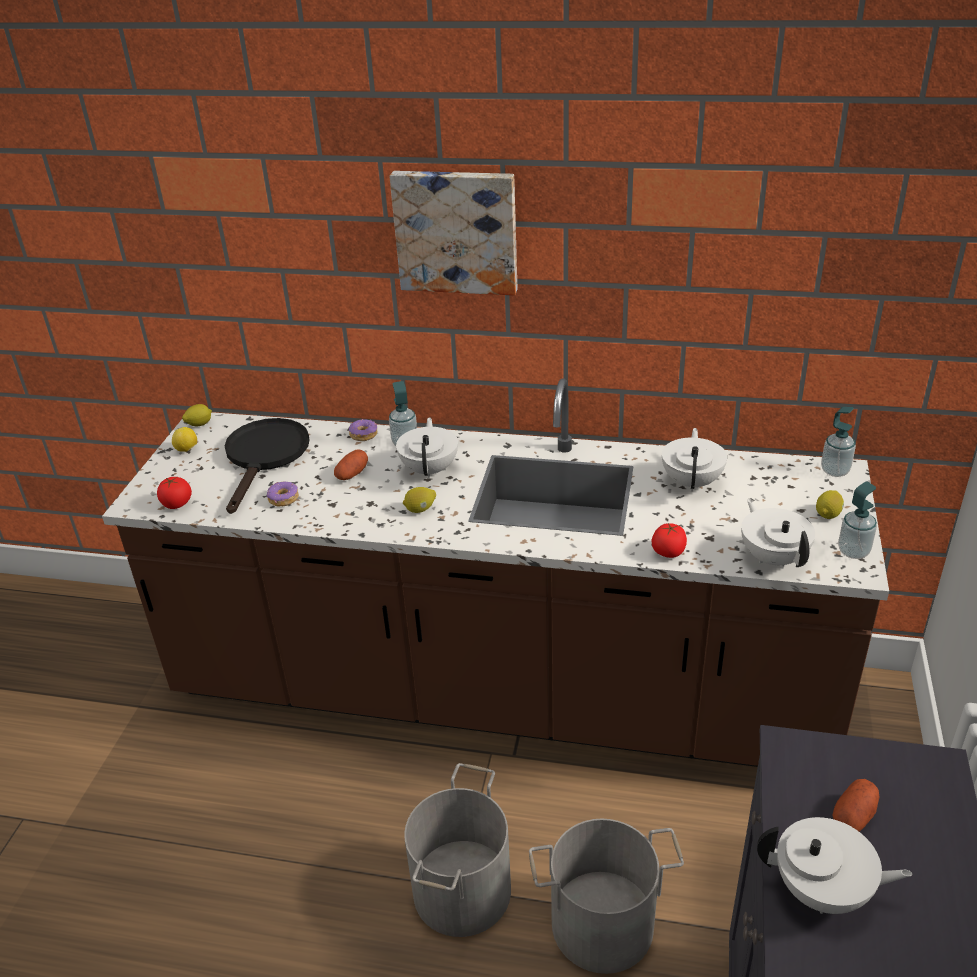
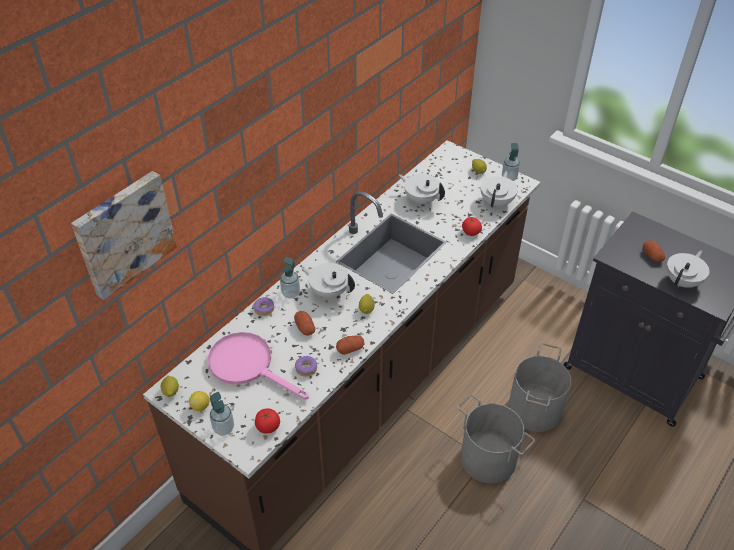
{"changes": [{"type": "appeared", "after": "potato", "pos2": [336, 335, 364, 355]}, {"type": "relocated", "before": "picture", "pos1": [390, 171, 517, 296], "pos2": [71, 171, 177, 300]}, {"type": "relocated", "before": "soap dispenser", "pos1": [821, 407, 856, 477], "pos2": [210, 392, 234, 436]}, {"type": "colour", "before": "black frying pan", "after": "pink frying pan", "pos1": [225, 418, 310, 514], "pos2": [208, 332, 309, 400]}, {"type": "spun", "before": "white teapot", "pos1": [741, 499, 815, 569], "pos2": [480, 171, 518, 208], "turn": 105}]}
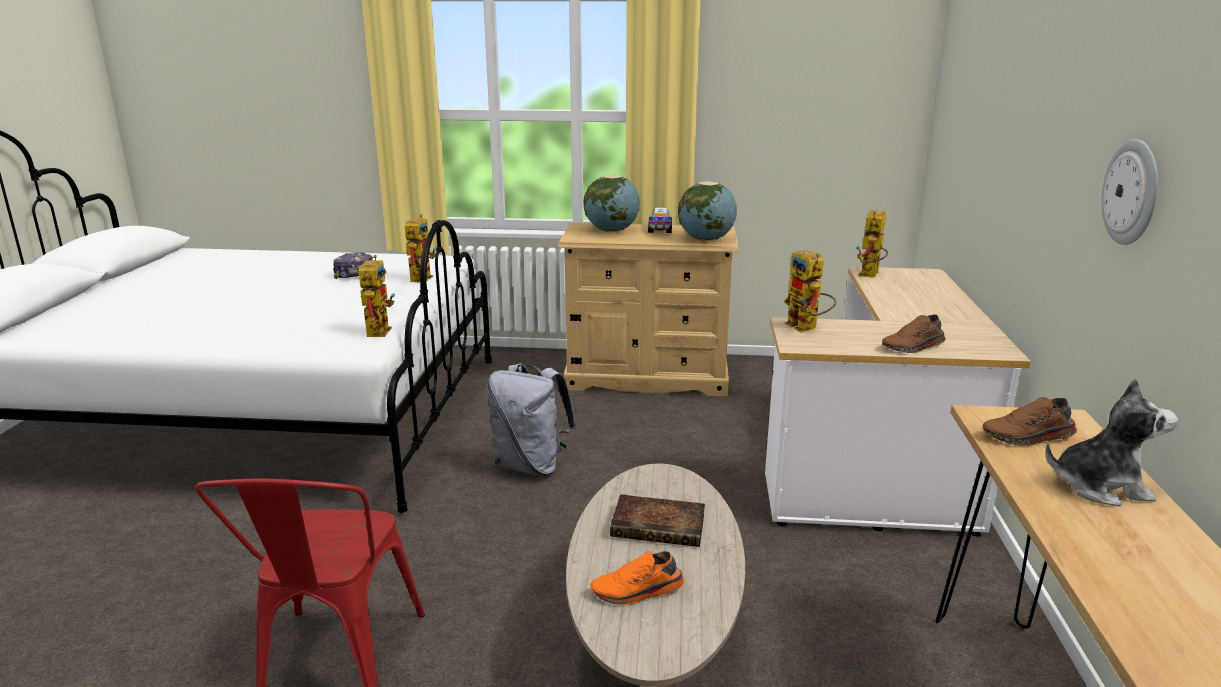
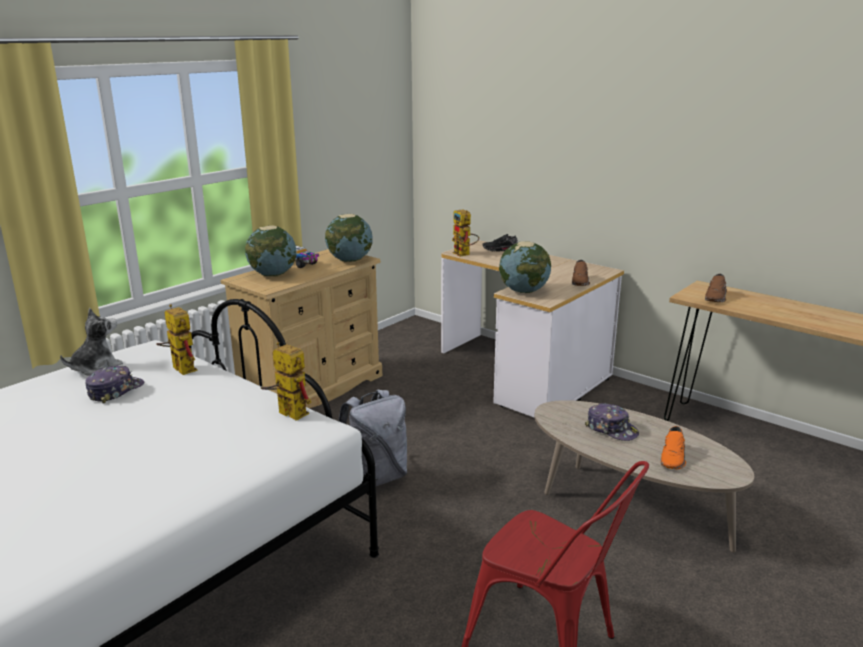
{"changes": [{"type": "missing", "before": "wall clock", "pos1": [1101, 139, 1158, 245]}, {"type": "appeared", "after": "black shoe", "pos2": [482, 234, 518, 251]}, {"type": "relocated", "before": "plush toy", "pos1": [1045, 379, 1178, 506], "pos2": [60, 308, 123, 376]}, {"type": "exchanged", "before": "book", "after": "cap", "pos1": [610, 494, 705, 547], "pos2": [585, 403, 639, 441]}, {"type": "exchanged", "before": "toy robot", "after": "globe", "pos1": [784, 250, 836, 332], "pos2": [499, 241, 551, 293]}]}
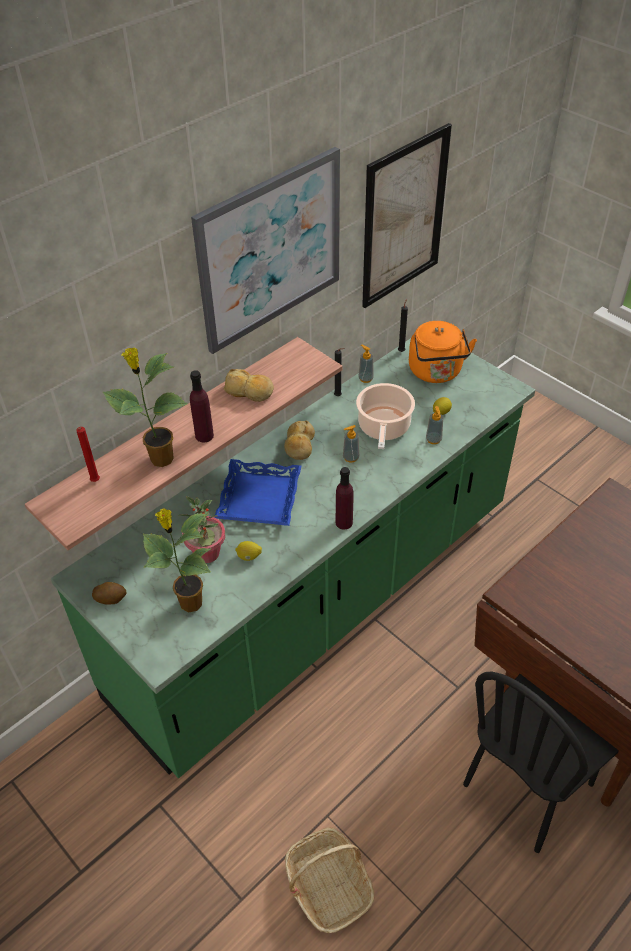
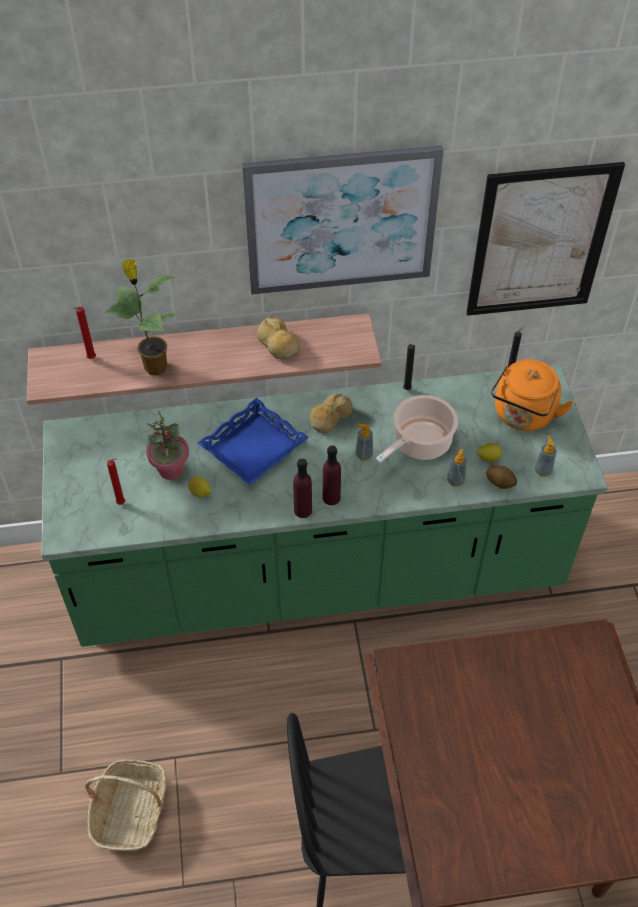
{"changes": [{"type": "relocated", "before": "potato", "pos1": [92, 582, 127, 605], "pos2": [486, 465, 517, 489]}, {"type": "relocated", "before": "purple bottle", "pos1": [190, 370, 214, 442], "pos2": [323, 445, 341, 505]}, {"type": "relocated", "before": "soap dispenser", "pos1": [358, 344, 374, 383], "pos2": [535, 435, 557, 477]}, {"type": "exchanged", "before": "potted plant", "after": "red candle", "pos1": [143, 508, 212, 612], "pos2": [107, 458, 125, 505]}]}
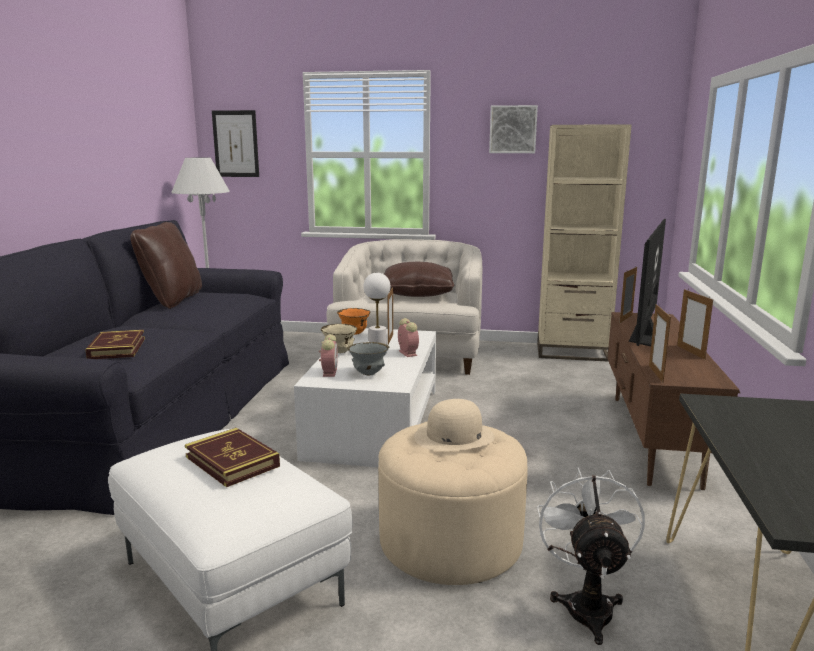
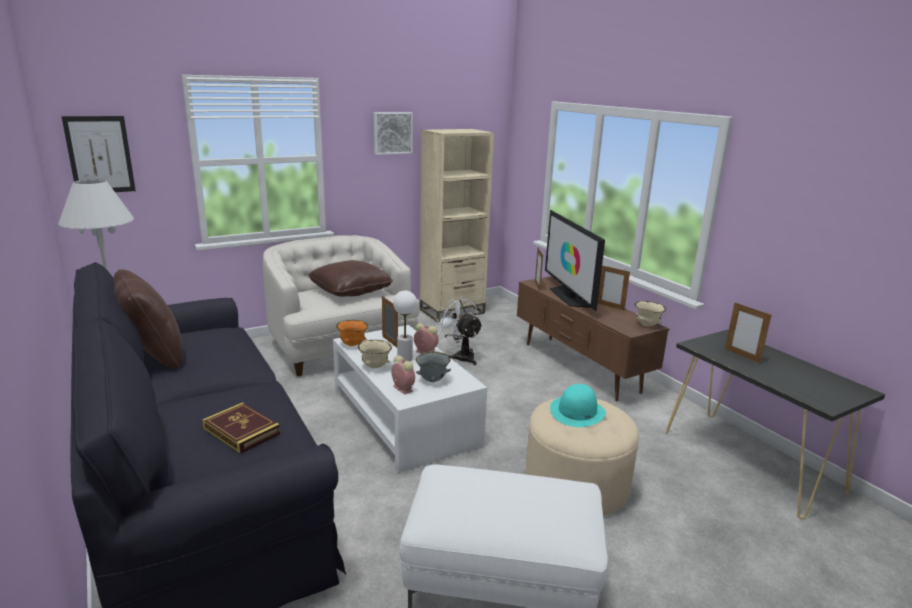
{"changes": [{"type": "missing", "before": "book", "pos1": [185, 428, 280, 487]}, {"type": "appeared", "after": "beige bowl", "pos2": [635, 301, 666, 326]}, {"type": "relocated", "before": "white fan", "pos1": [537, 467, 645, 645], "pos2": [436, 297, 483, 365]}, {"type": "relocated", "before": "picture frame", "pos1": [649, 304, 671, 383], "pos2": [725, 302, 771, 363]}, {"type": "colour", "before": "beige hat", "after": "turquoise hat", "pos1": [415, 399, 495, 451], "pos2": [550, 384, 606, 427]}]}
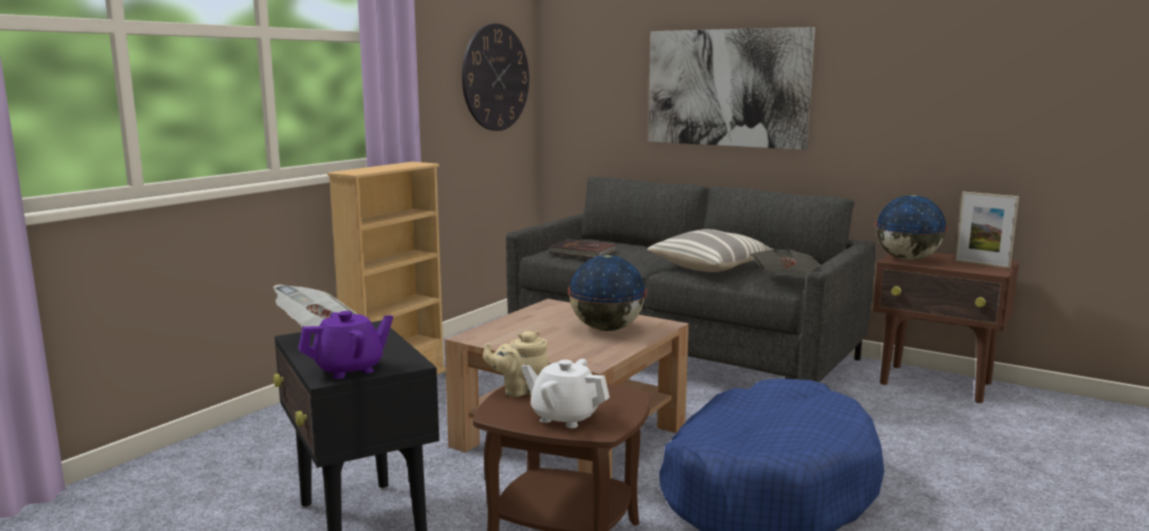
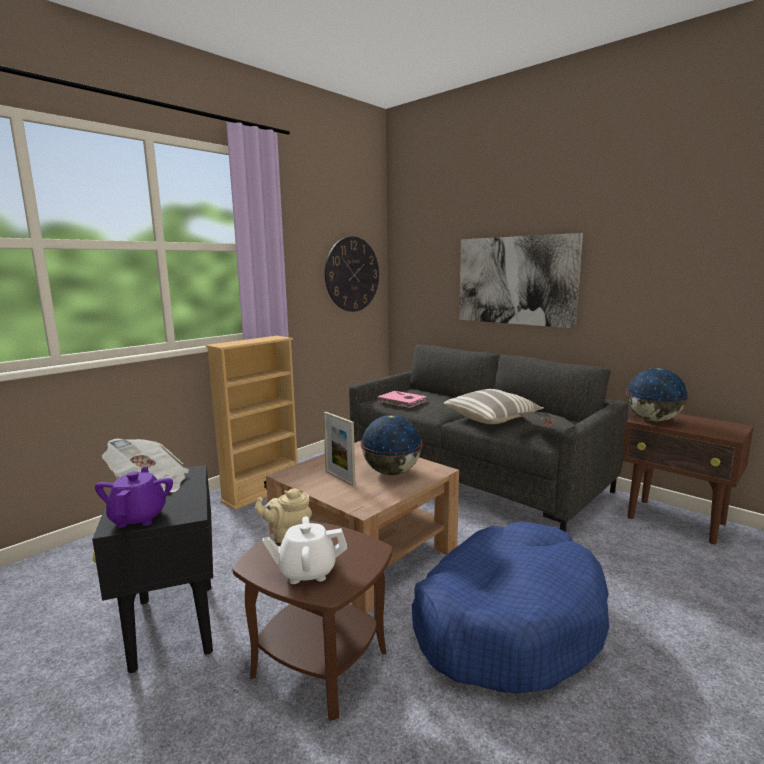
{"changes": [{"type": "relocated", "before": "picture frame", "pos1": [955, 192, 1019, 268], "pos2": [323, 412, 355, 486]}, {"type": "colour", "before": "brown book", "after": "pink book", "pos1": [549, 239, 616, 258], "pos2": [377, 391, 427, 408]}, {"type": "spun", "before": "purple teapot", "pos1": [298, 311, 393, 379], "pos2": [95, 467, 173, 528], "turn": -75}, {"type": "spun", "before": "white teapot", "pos1": [521, 359, 610, 428], "pos2": [263, 516, 347, 584], "turn": -45}]}
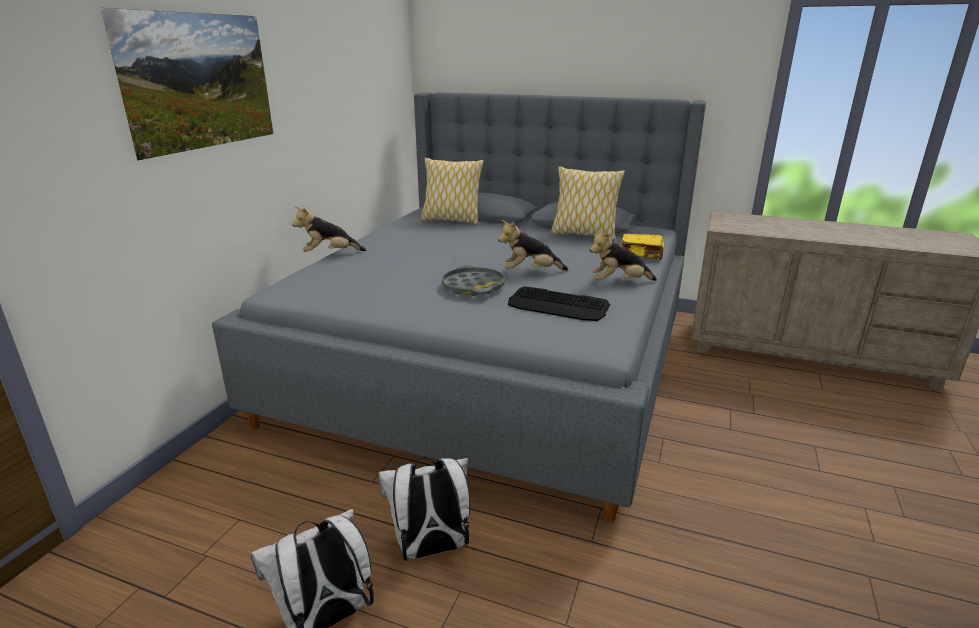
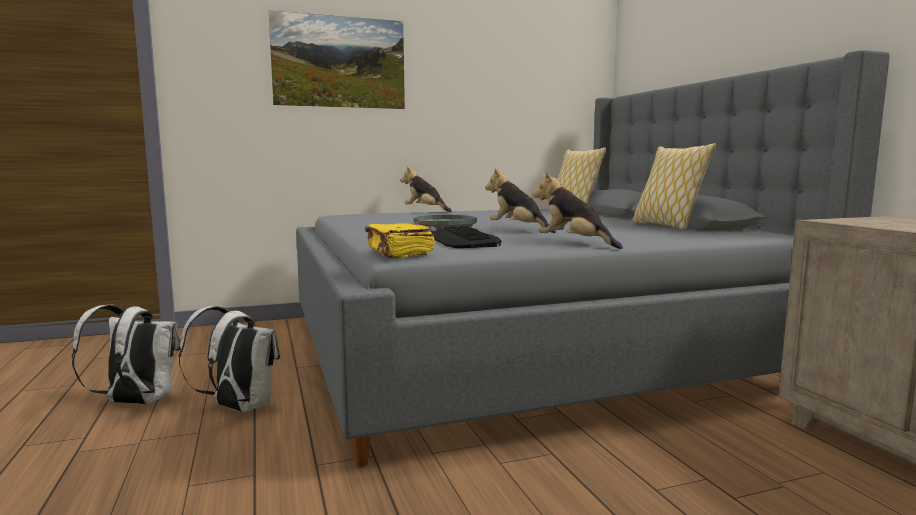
{"changes": [{"type": "relocated", "before": "yellow book", "pos1": [621, 233, 664, 260], "pos2": [365, 223, 435, 258]}]}
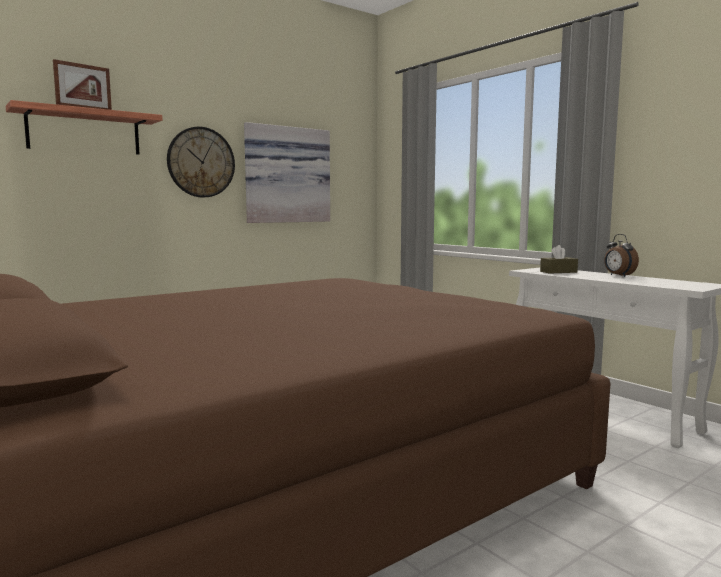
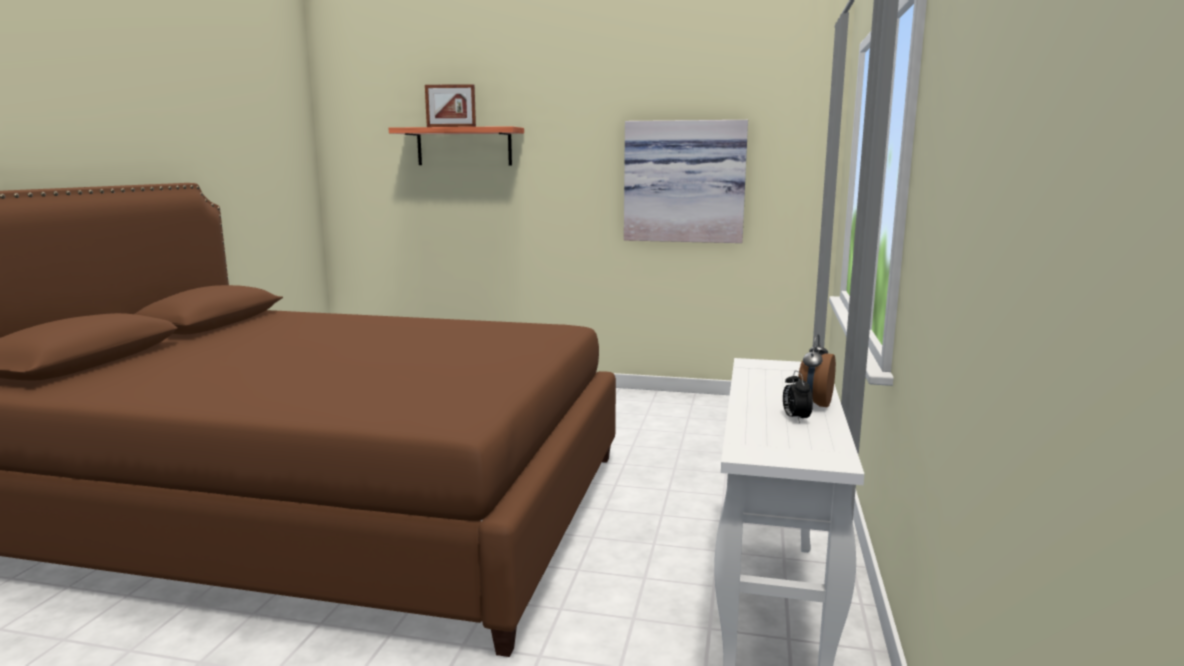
{"changes": [{"type": "missing", "before": "wall clock", "pos1": [167, 127, 235, 198]}, {"type": "missing", "before": "brown tissue box", "pos1": [540, 245, 578, 274]}, {"type": "appeared", "after": "alarm clock", "pos2": [783, 370, 813, 423]}]}
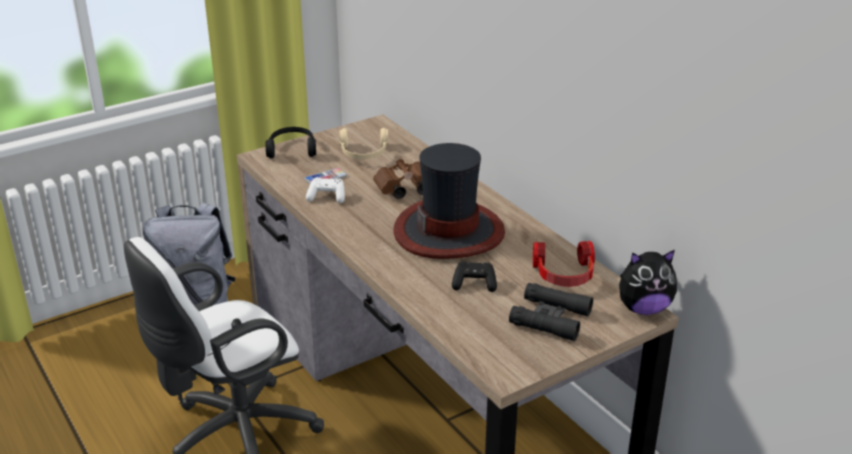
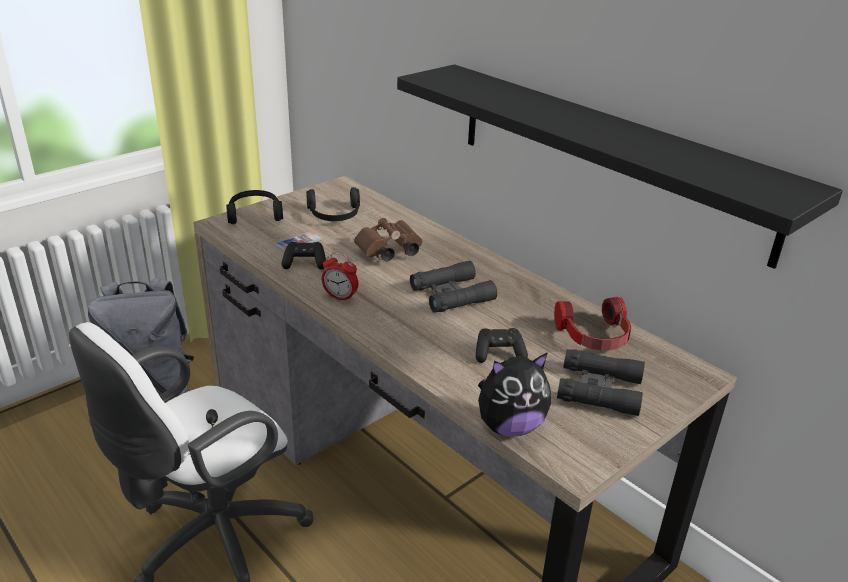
{"changes": [{"type": "appeared", "after": "alarm clock", "pos2": [322, 253, 359, 302]}, {"type": "appeared", "after": "black shelf", "pos2": [397, 64, 843, 269]}, {"type": "relocated", "before": "plush toy", "pos1": [619, 250, 677, 315], "pos2": [478, 352, 551, 437]}, {"type": "exchanged", "before": "hat", "after": "black binoculars", "pos1": [394, 143, 505, 259], "pos2": [410, 260, 497, 313]}, {"type": "colour", "before": "white game controller", "after": "black game controller", "pos1": [306, 177, 345, 203], "pos2": [282, 242, 326, 270]}, {"type": "colour", "before": "beige headphones", "after": "black headphones", "pos1": [340, 128, 388, 159], "pos2": [306, 187, 360, 221]}]}
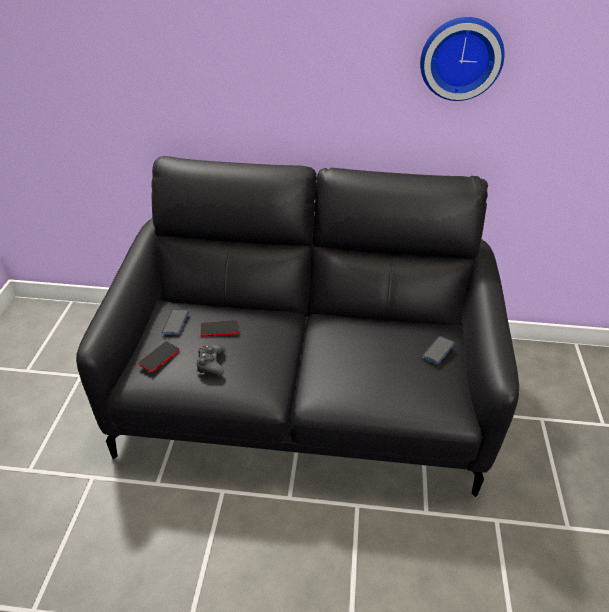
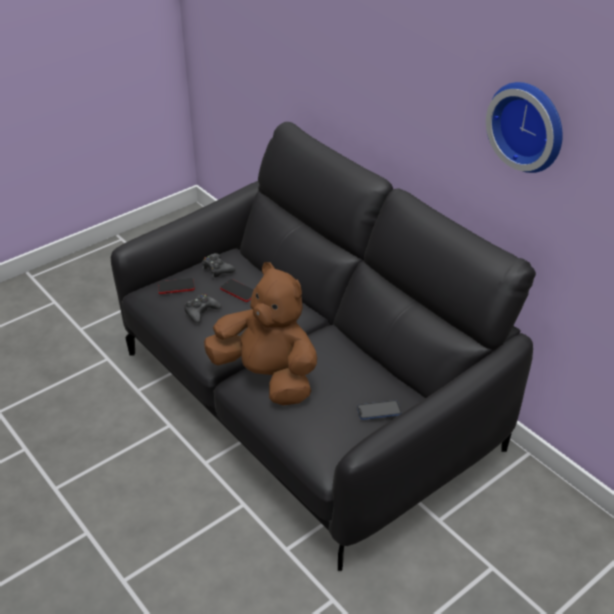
{"changes": [{"type": "appeared", "after": "brown plush toy", "pos2": [204, 262, 317, 406]}, {"type": "exchanged", "before": "phone", "after": "black game controller", "pos1": [162, 309, 189, 335], "pos2": [202, 253, 235, 278]}]}
